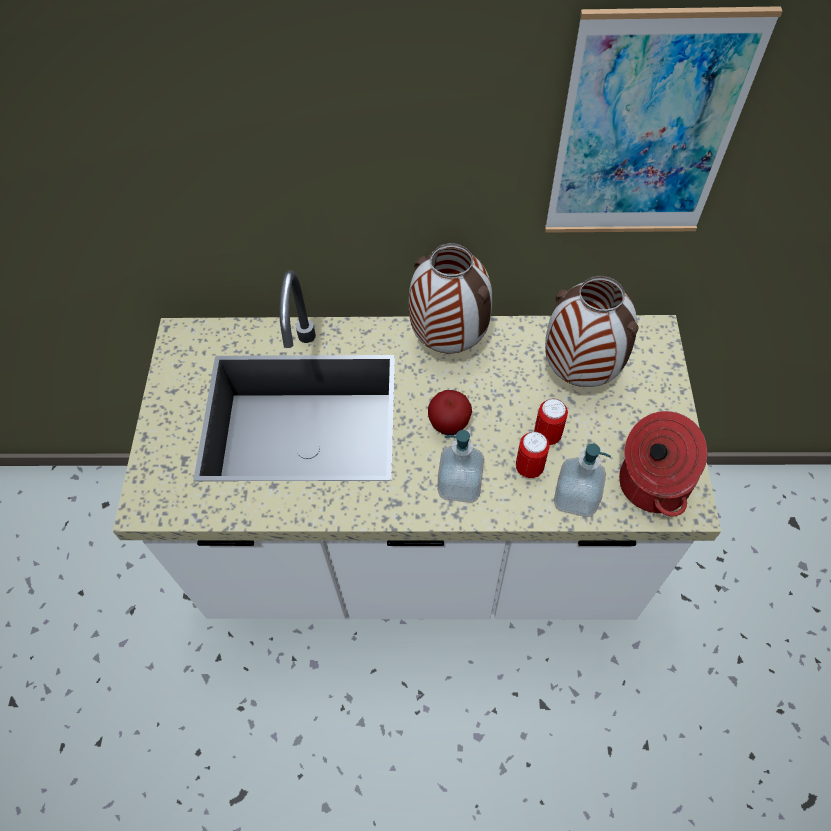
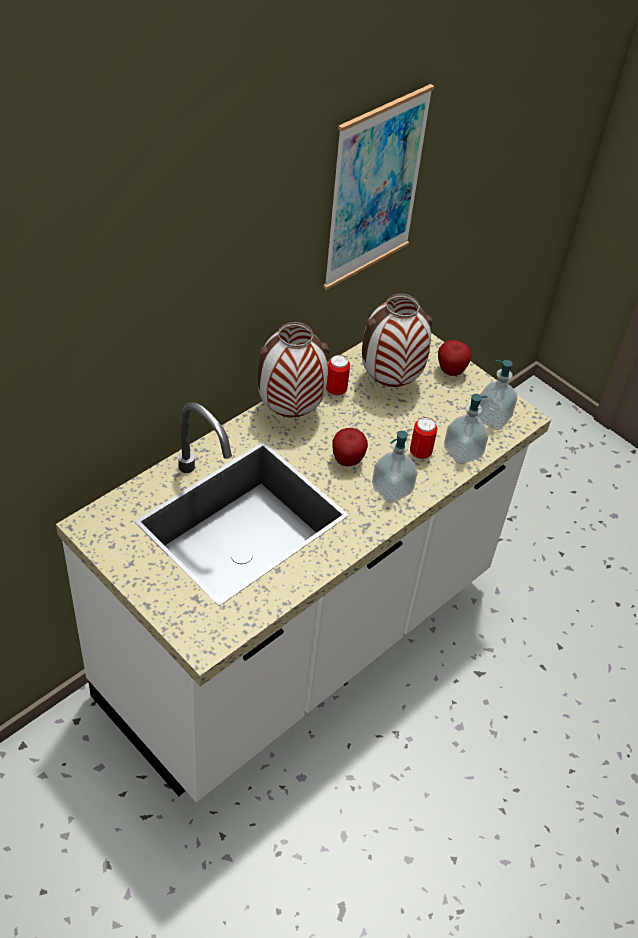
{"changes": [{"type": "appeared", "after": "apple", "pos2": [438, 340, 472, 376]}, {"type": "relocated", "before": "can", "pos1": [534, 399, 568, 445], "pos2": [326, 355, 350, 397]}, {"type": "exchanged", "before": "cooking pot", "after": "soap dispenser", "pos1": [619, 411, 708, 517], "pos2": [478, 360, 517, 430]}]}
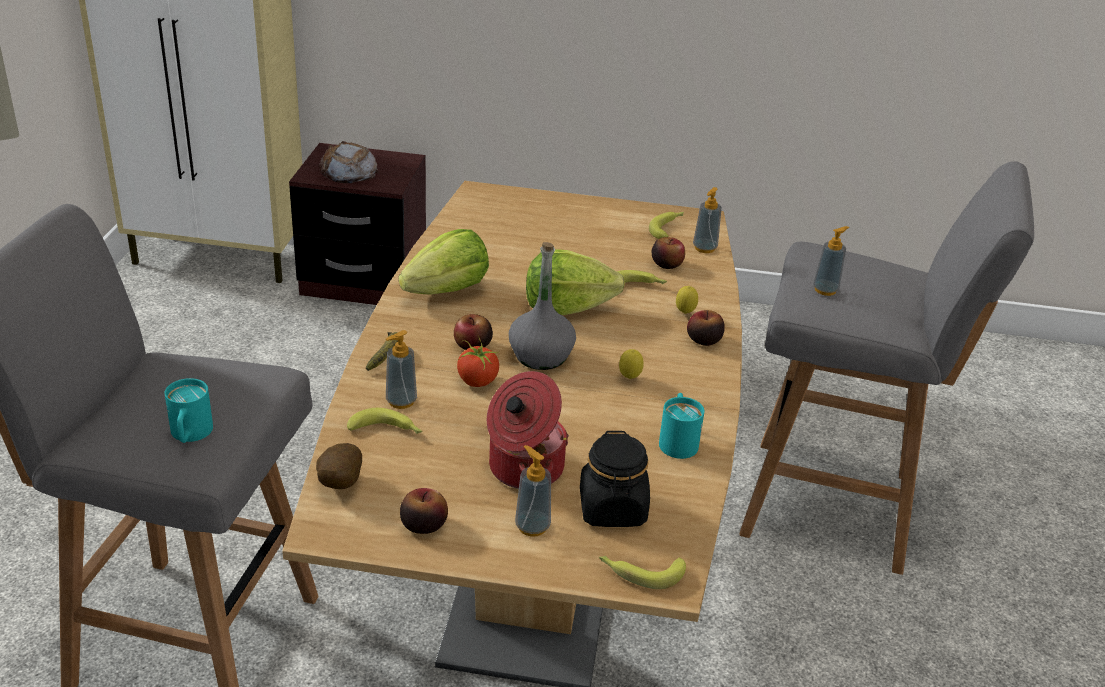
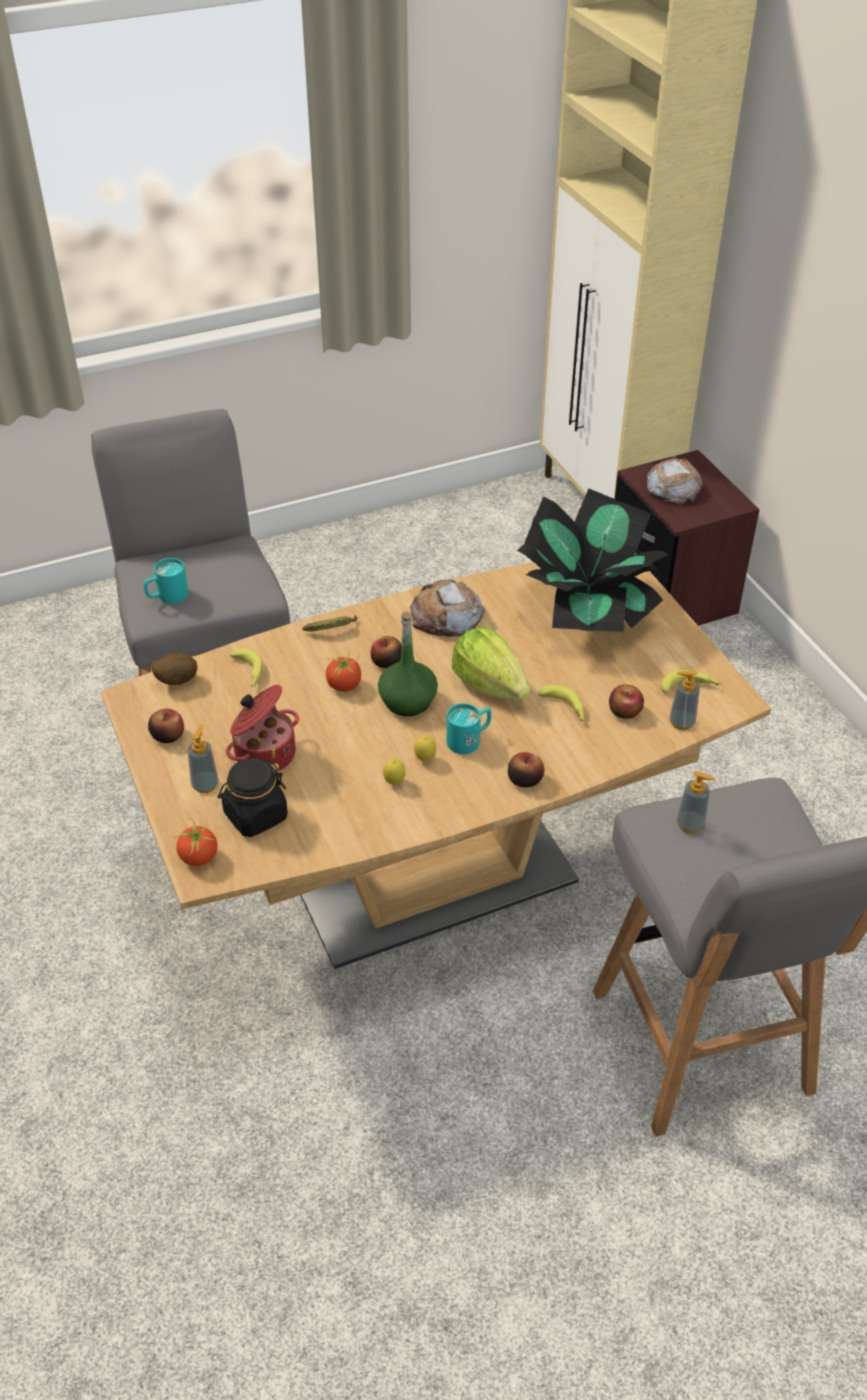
{"changes": [{"type": "missing", "before": "soap dispenser", "pos1": [386, 330, 417, 409]}, {"type": "appeared", "after": "potted plant", "pos2": [517, 489, 669, 632]}, {"type": "relocated", "before": "turquoise mug", "pos1": [659, 393, 705, 459], "pos2": [447, 703, 491, 754]}, {"type": "relocated", "before": "lemon", "pos1": [676, 286, 698, 314], "pos2": [383, 758, 406, 785]}, {"type": "exchanged", "before": "lettuce", "after": "bread", "pos1": [399, 229, 489, 295], "pos2": [410, 579, 485, 637]}, {"type": "exchanged", "before": "banana", "after": "tomato", "pos1": [599, 556, 686, 589], "pos2": [174, 818, 218, 866]}, {"type": "colour", "before": "grey bottle", "after": "green bottle", "pos1": [509, 242, 576, 370], "pos2": [378, 611, 438, 716]}]}
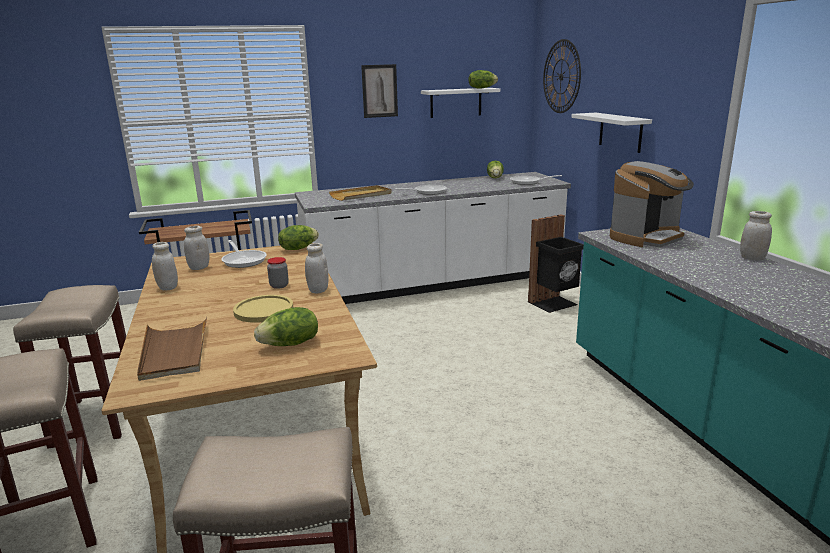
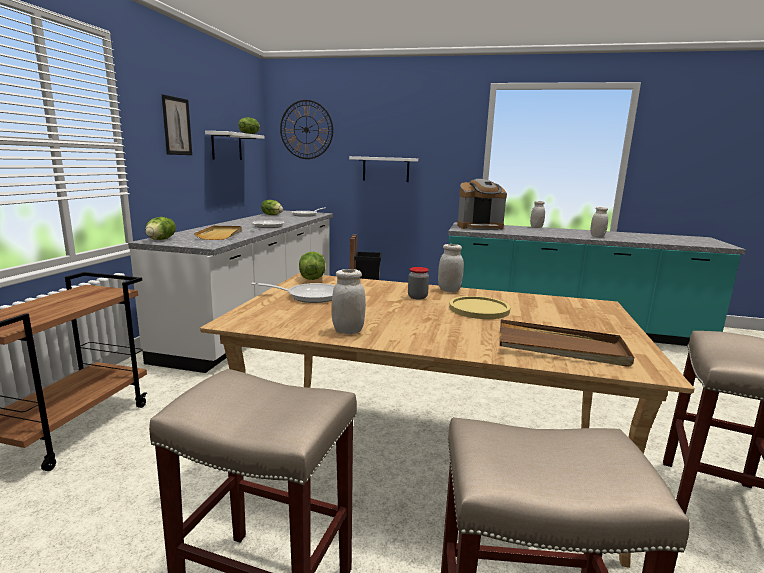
{"changes": [{"type": "relocated", "before": "white jar", "pos1": [184, 226, 209, 270], "pos2": [590, 207, 608, 237]}, {"type": "relocated", "before": "lettuce", "pos1": [254, 307, 318, 346], "pos2": [145, 217, 176, 240]}, {"type": "spun", "before": "coffee machine", "pos1": [610, 161, 694, 247], "pos2": [457, 179, 507, 230], "turn": 90}]}
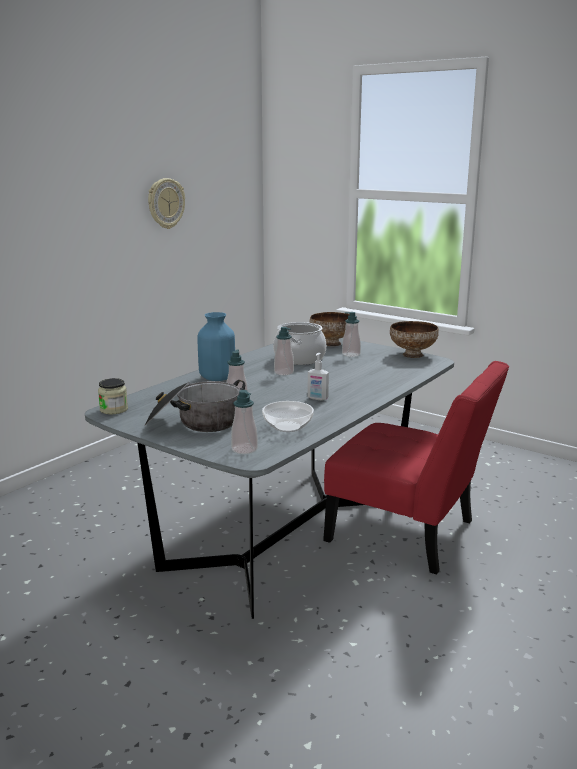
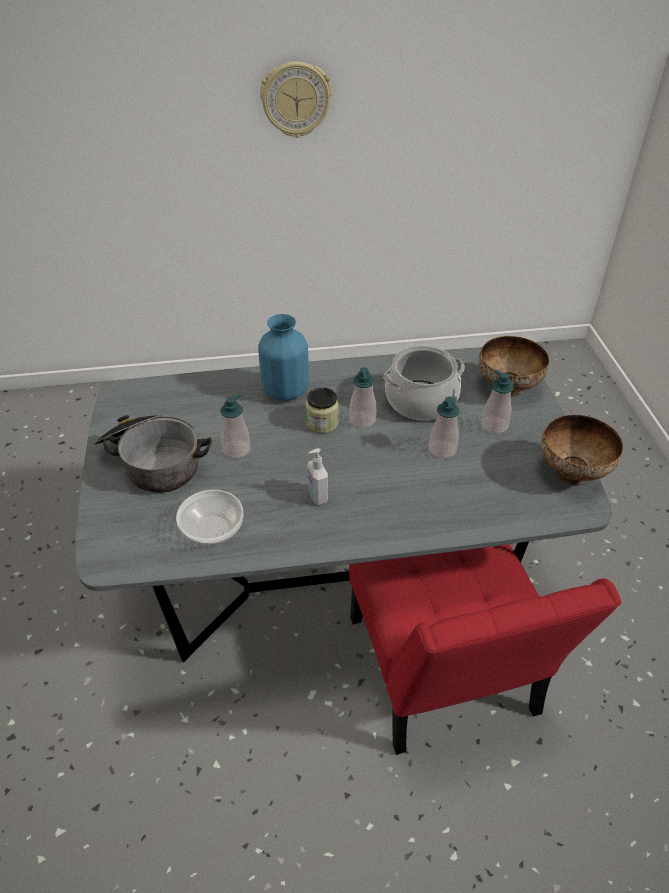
{"changes": [{"type": "relocated", "before": "jar", "pos1": [98, 378, 128, 414], "pos2": [306, 387, 339, 433]}, {"type": "relocated", "before": "wall clock", "pos1": [148, 178, 185, 229], "pos2": [260, 61, 332, 138]}, {"type": "relocated", "before": "soap dispenser", "pos1": [231, 390, 258, 454], "pos2": [429, 397, 459, 459]}]}
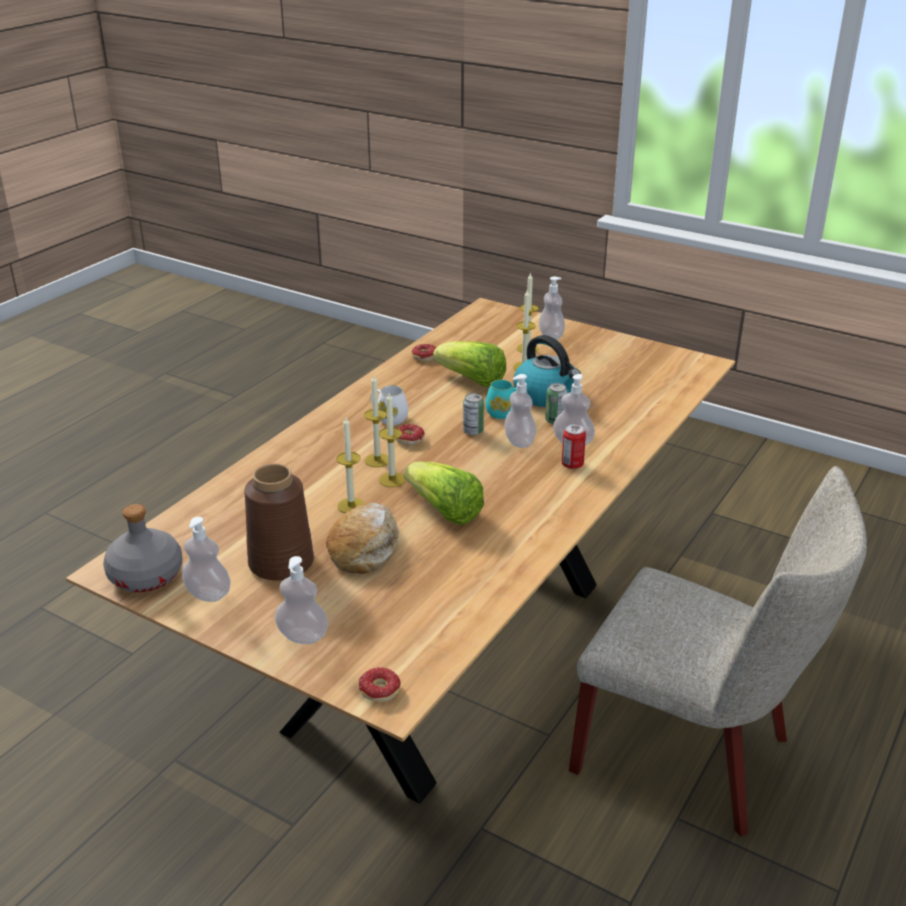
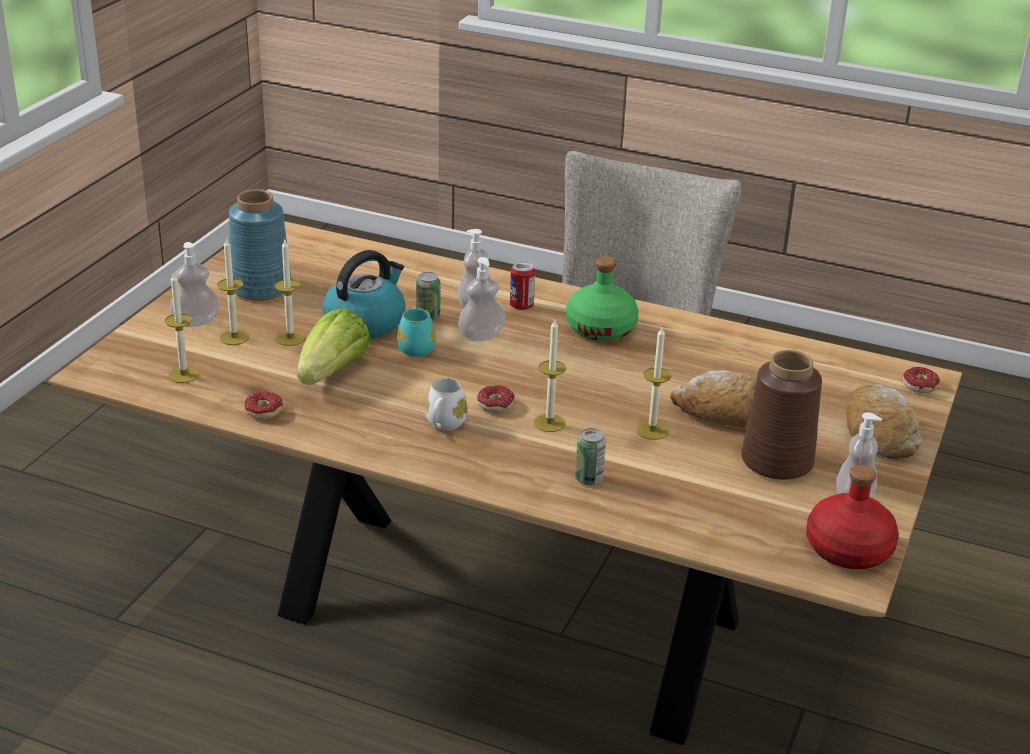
{"changes": [{"type": "missing", "before": "lettuce", "pos1": [404, 461, 484, 525]}, {"type": "appeared", "after": "blue vase", "pos2": [229, 190, 292, 301]}, {"type": "appeared", "after": "green bottle", "pos2": [566, 256, 639, 341]}, {"type": "relocated", "before": "candle", "pos1": [379, 393, 405, 487], "pos2": [165, 272, 200, 383]}, {"type": "relocated", "before": "can", "pos1": [463, 393, 484, 436], "pos2": [575, 428, 606, 485]}, {"type": "exchanged", "before": "soap dispenser", "after": "bread", "pos1": [275, 556, 328, 644], "pos2": [846, 384, 922, 459]}, {"type": "colour", "before": "grey bottle", "after": "red bottle", "pos1": [103, 504, 183, 592], "pos2": [806, 465, 899, 569]}]}
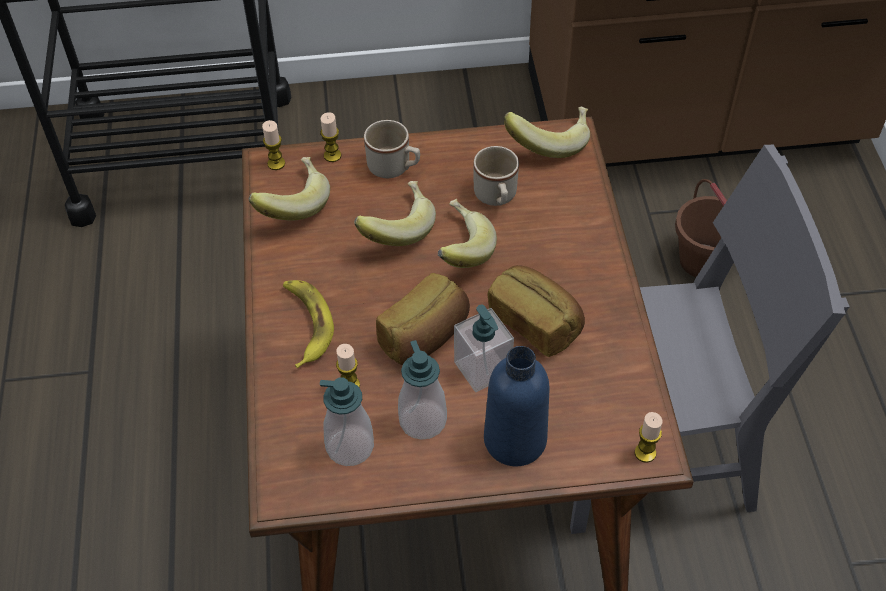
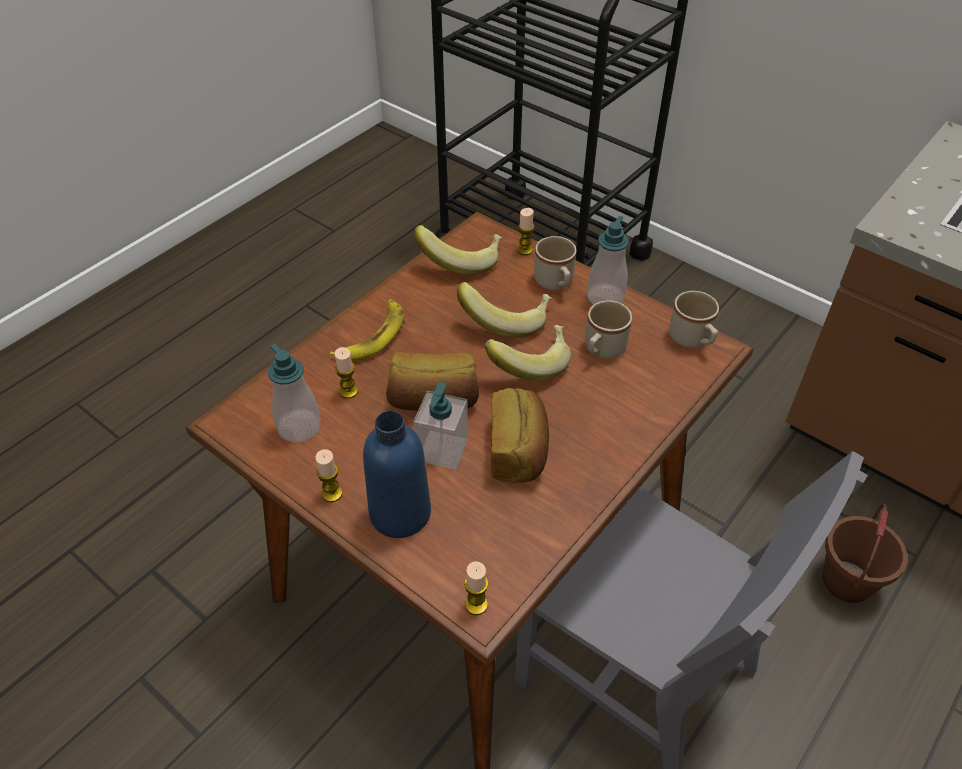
{"changes": [{"type": "relocated", "before": "candle", "pos1": [262, 120, 285, 170], "pos2": [315, 449, 342, 502]}, {"type": "relocated", "before": "soap dispenser", "pos1": [398, 340, 447, 440], "pos2": [587, 216, 629, 305]}, {"type": "exchanged", "before": "banana", "after": "beige mug", "pos1": [504, 107, 590, 158], "pos2": [669, 291, 719, 348]}]}
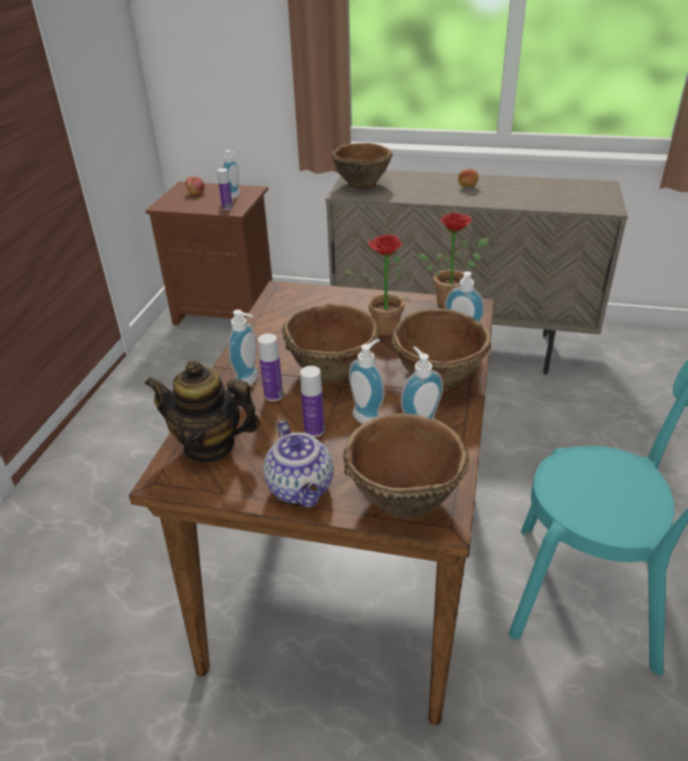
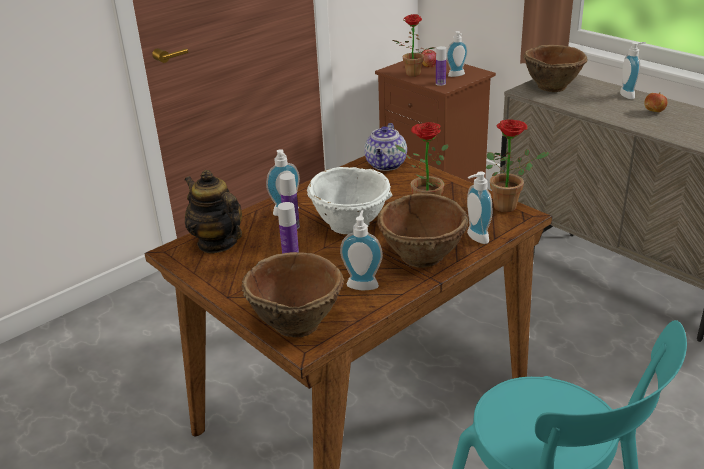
{"changes": [{"type": "appeared", "after": "potted plant", "pos2": [392, 14, 435, 77]}, {"type": "relocated", "before": "teapot", "pos1": [263, 420, 334, 507], "pos2": [364, 123, 407, 171]}, {"type": "relocated", "before": "soap dispenser", "pos1": [349, 339, 385, 424], "pos2": [620, 42, 646, 99]}, {"type": "colour", "before": "brown bowl", "after": "white bowl", "pos1": [282, 303, 379, 384], "pos2": [307, 167, 392, 234]}]}
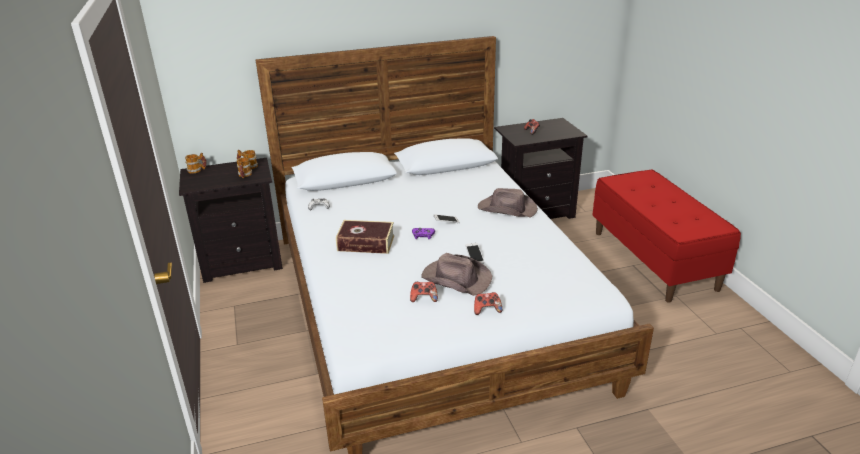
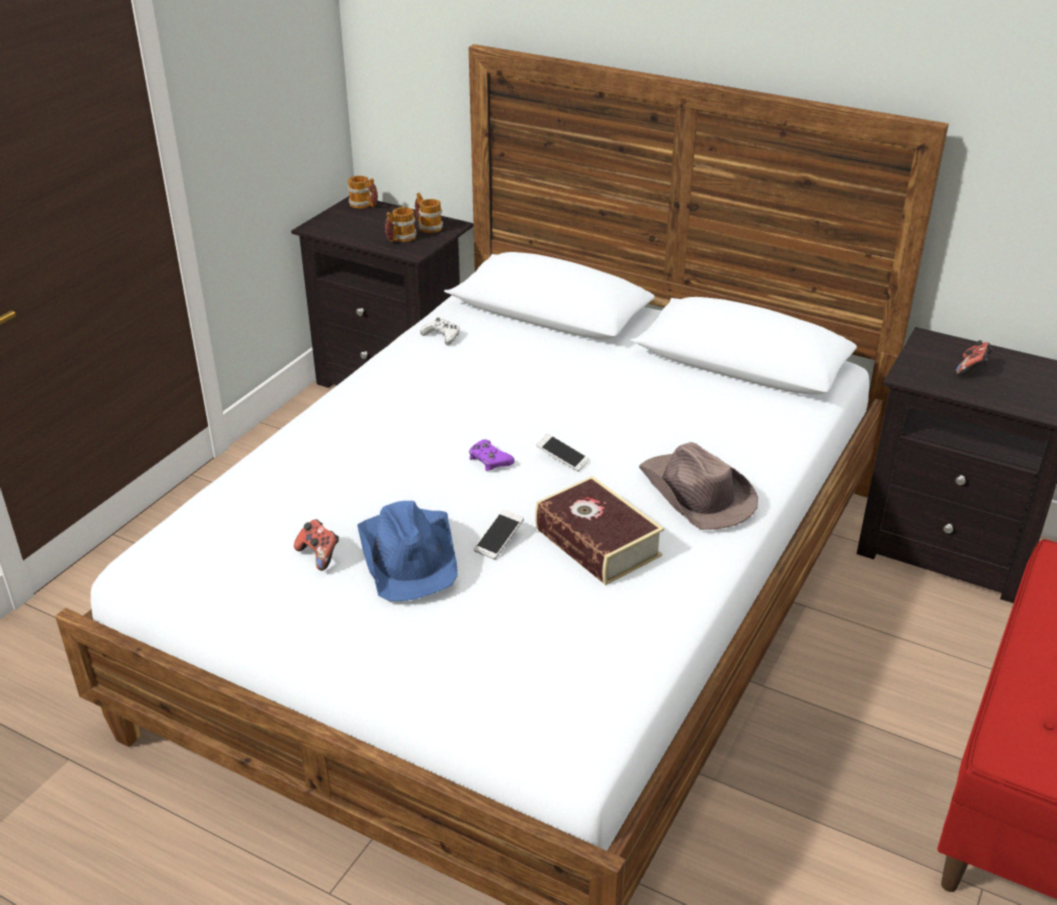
{"changes": [{"type": "missing", "before": "game controller", "pos1": [474, 292, 502, 315]}, {"type": "relocated", "before": "book", "pos1": [336, 220, 394, 254], "pos2": [535, 476, 664, 585]}, {"type": "colour", "before": "brown hat", "after": "blue hat", "pos1": [421, 253, 492, 296], "pos2": [358, 501, 458, 601]}]}
